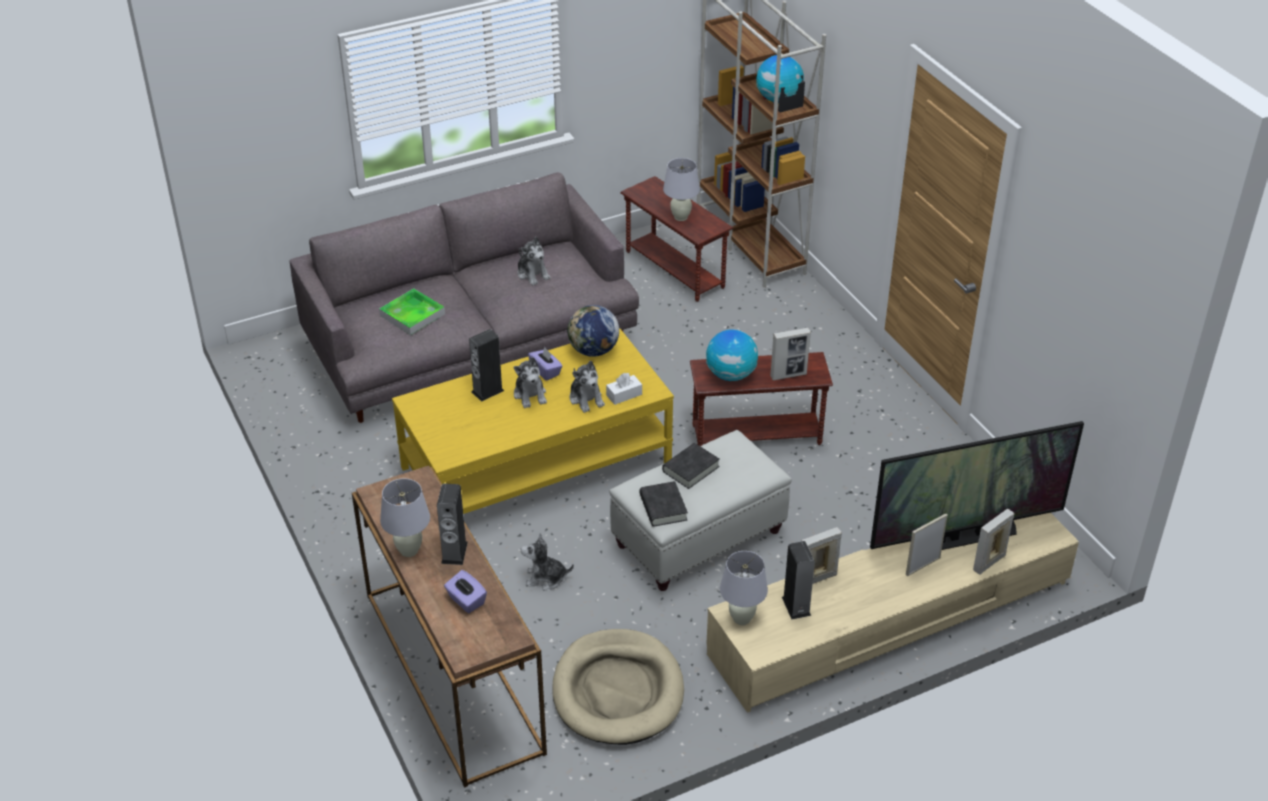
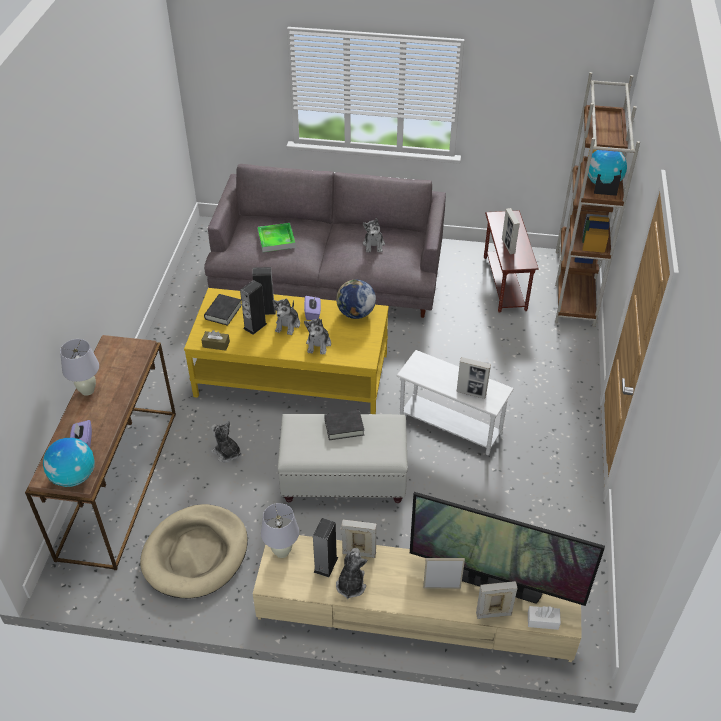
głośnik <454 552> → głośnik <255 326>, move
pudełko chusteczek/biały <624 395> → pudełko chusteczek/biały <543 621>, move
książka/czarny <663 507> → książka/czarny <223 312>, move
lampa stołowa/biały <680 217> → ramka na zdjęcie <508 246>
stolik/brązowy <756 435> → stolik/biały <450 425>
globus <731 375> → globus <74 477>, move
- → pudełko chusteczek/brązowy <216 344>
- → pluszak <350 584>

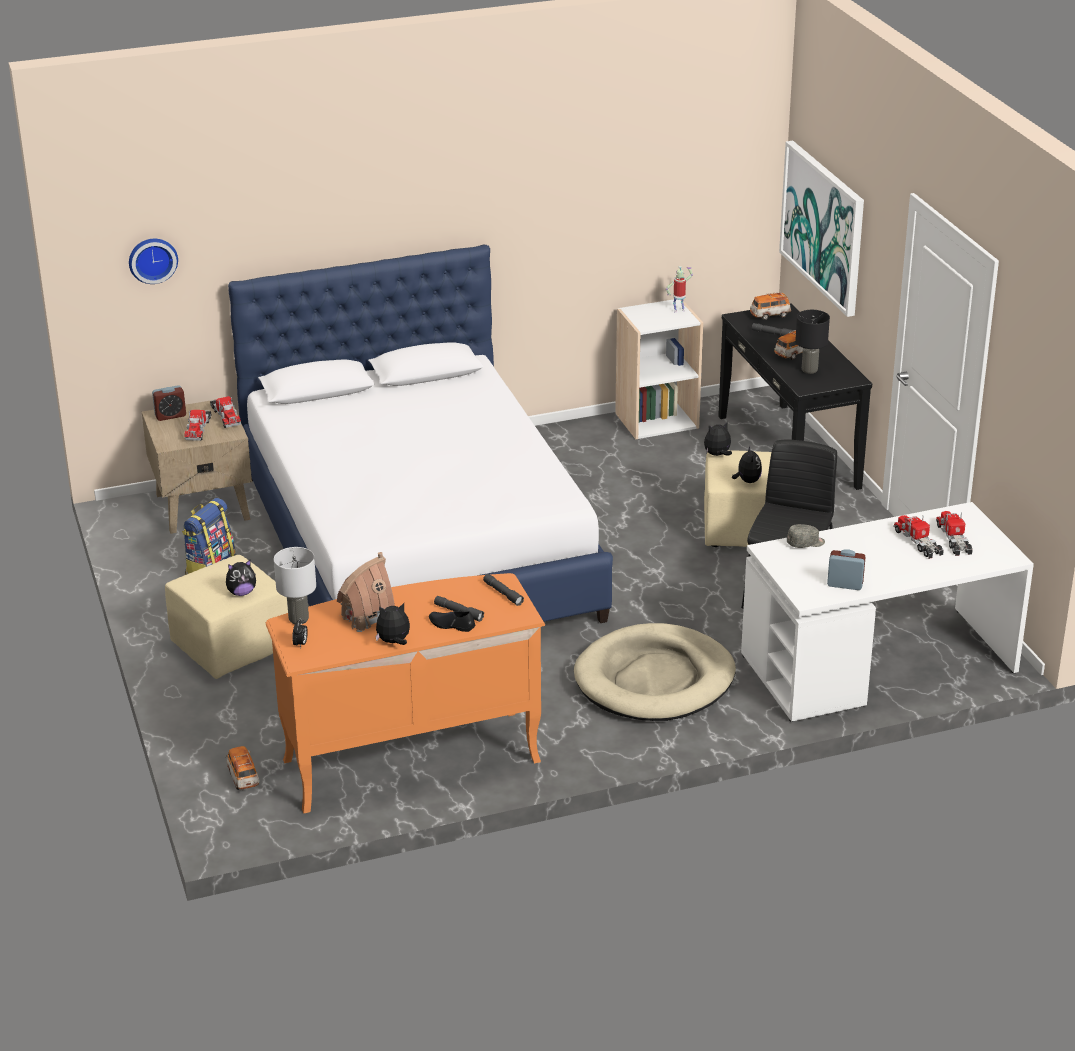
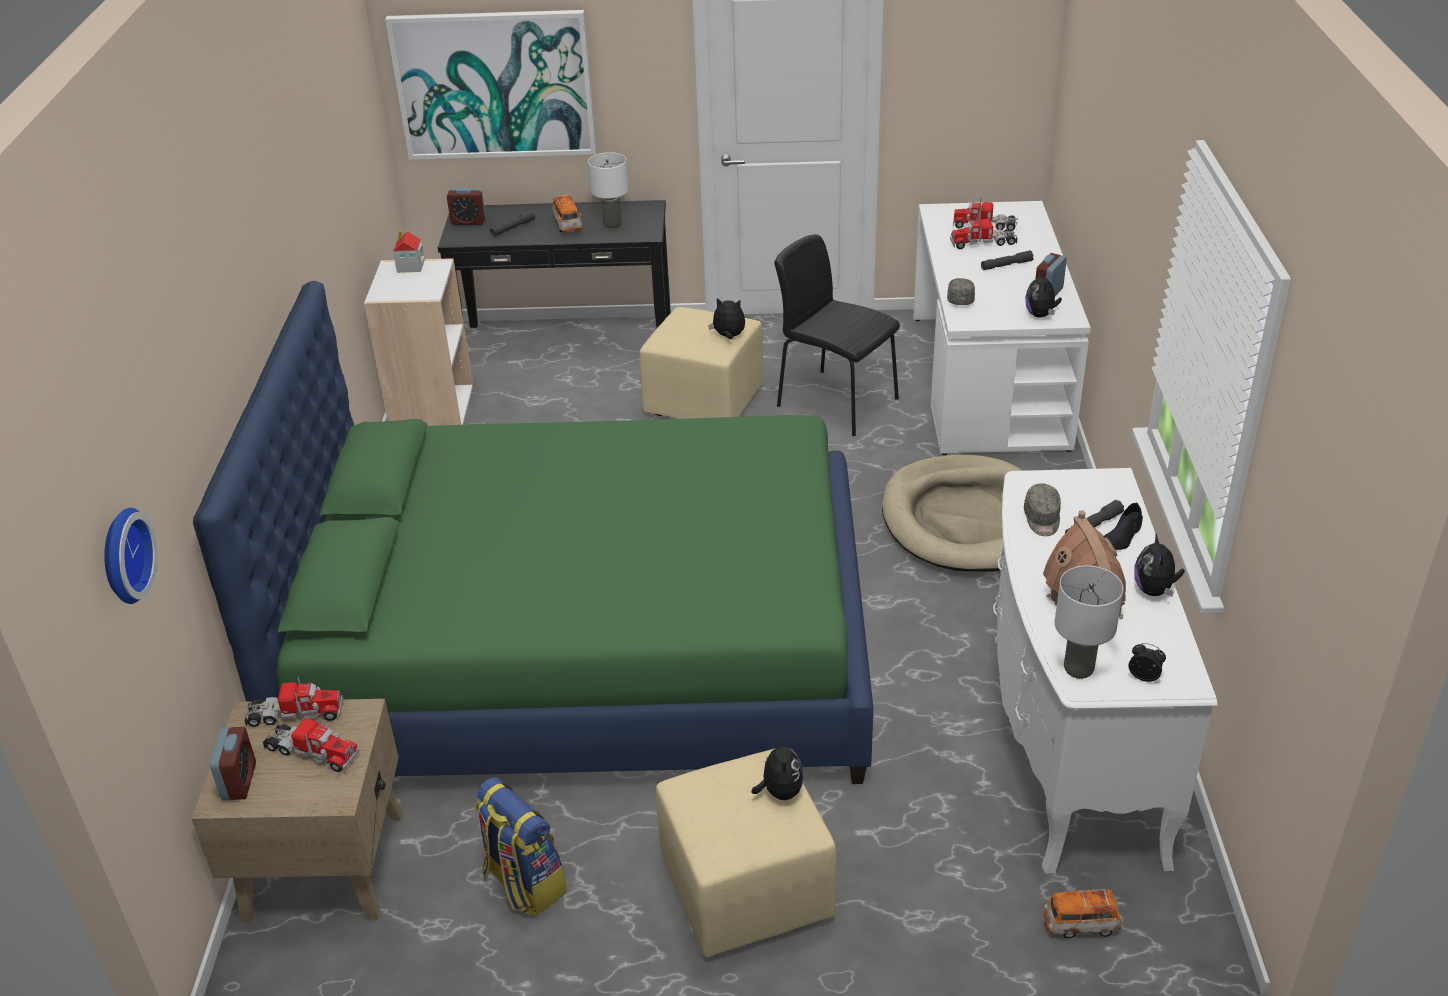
łóżko/biały <418 545> → łóżko/zielony <584 650>
komoda/pomarańczowy <409 757> → komoda/biały <1068 745>
latarka/szary <503 593> → latarka/szary <1006 265>, move
robot zabawkowy <679 310> → domek <410 266>
pluszak <717 455> → pluszak <1040 315>, move
samochodzik <770 315> → budzik <468 221>
lampa stołowa/czarny <809 370> → lampa stołowa/biały <611 225>
- → czapka z daszkiem/szary <1042 519>

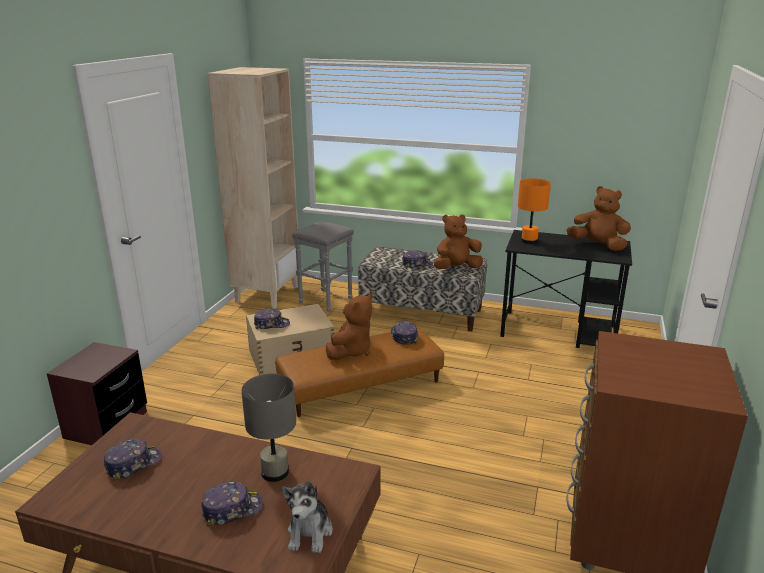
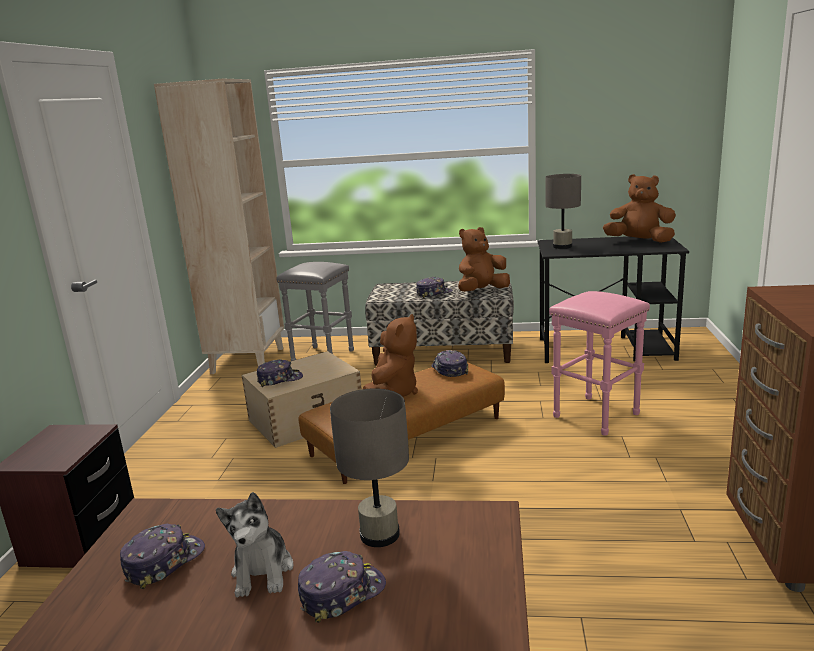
pluszak <310 532> → pluszak <263 571>, move
lampa stołowa/pomarańczowy <529 241> → lampa stołowa/szary <563 246>
- → stołek/różowy <594 415>

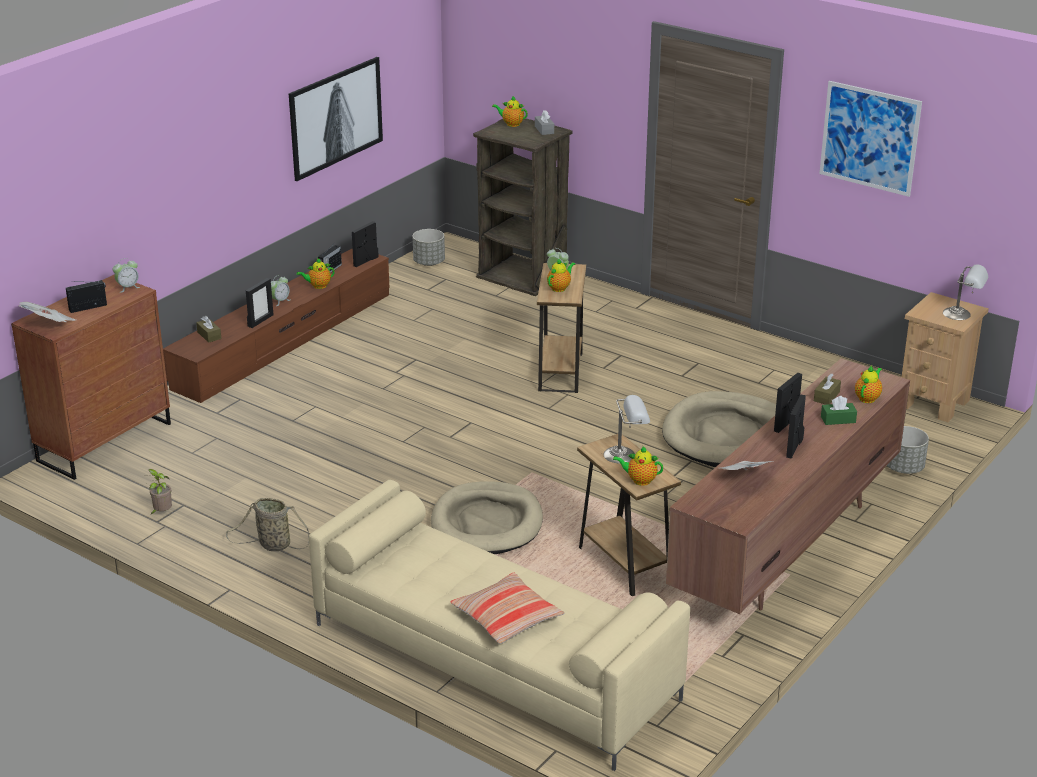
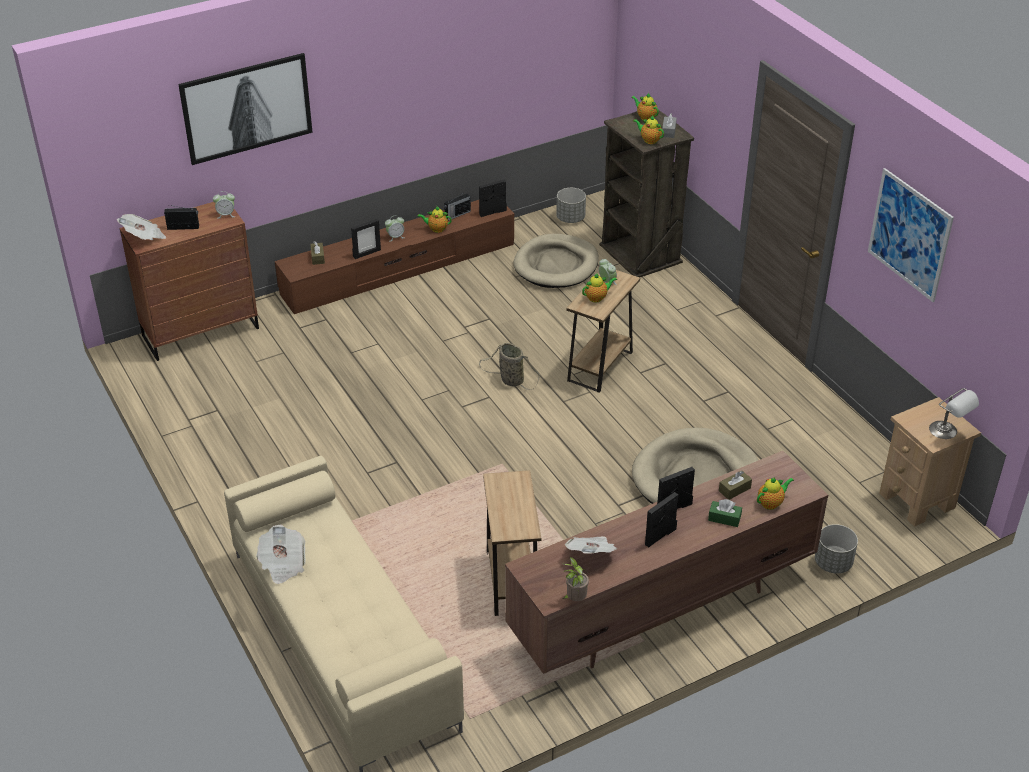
roślina doniczkowa <161 513> → roślina doniczkowa <575 599>, move
koszyk <272 545> → koszyk <510 380>, move
obraz <336 117> → obraz <247 108>, move
legowisko/beżowy <487 523> → legowisko/beżowy <556 265>, move
poduszka <507 617> → -
lampa stołowa/biały <625 454> → -
imbryk <639 480> → imbryk <649 140>, move
- → gazeta <282 564>

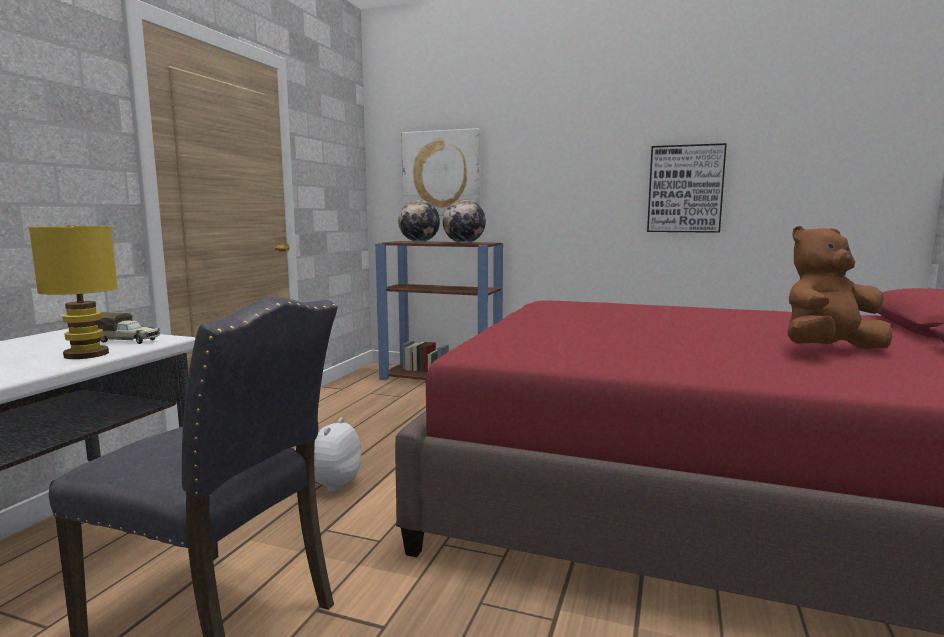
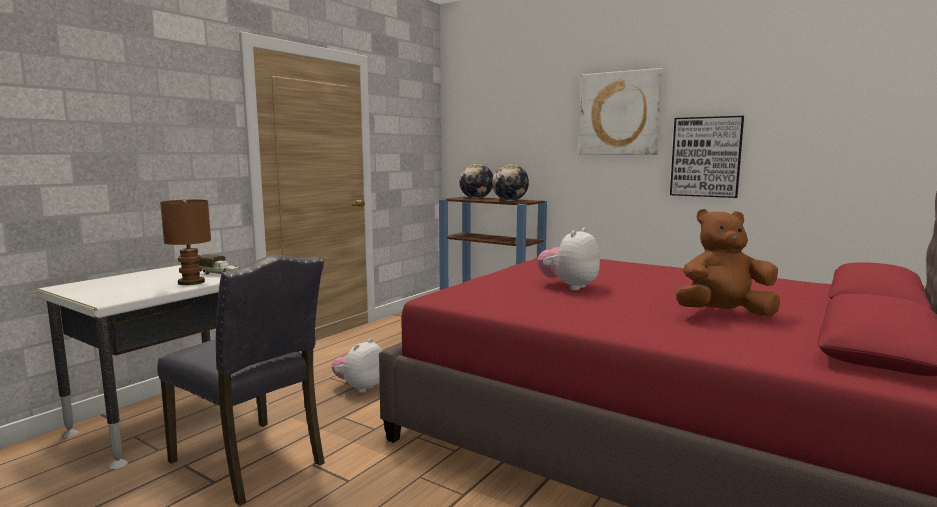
lampa stołowa/żółty <85 354> → lampa stołowa/brązowy <191 282>
obraz <441 173> → obraz <619 113>, move
- → pluszak <569 287>

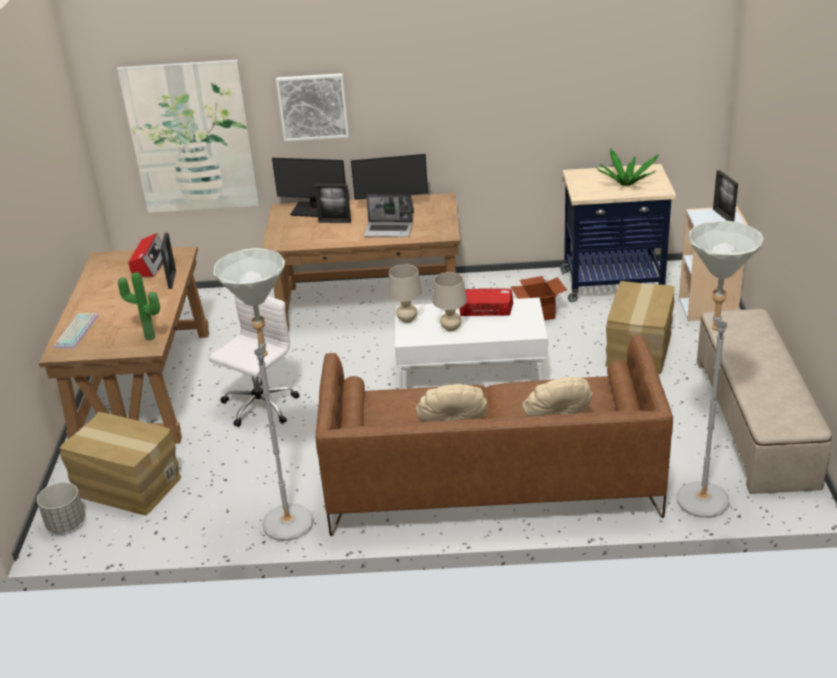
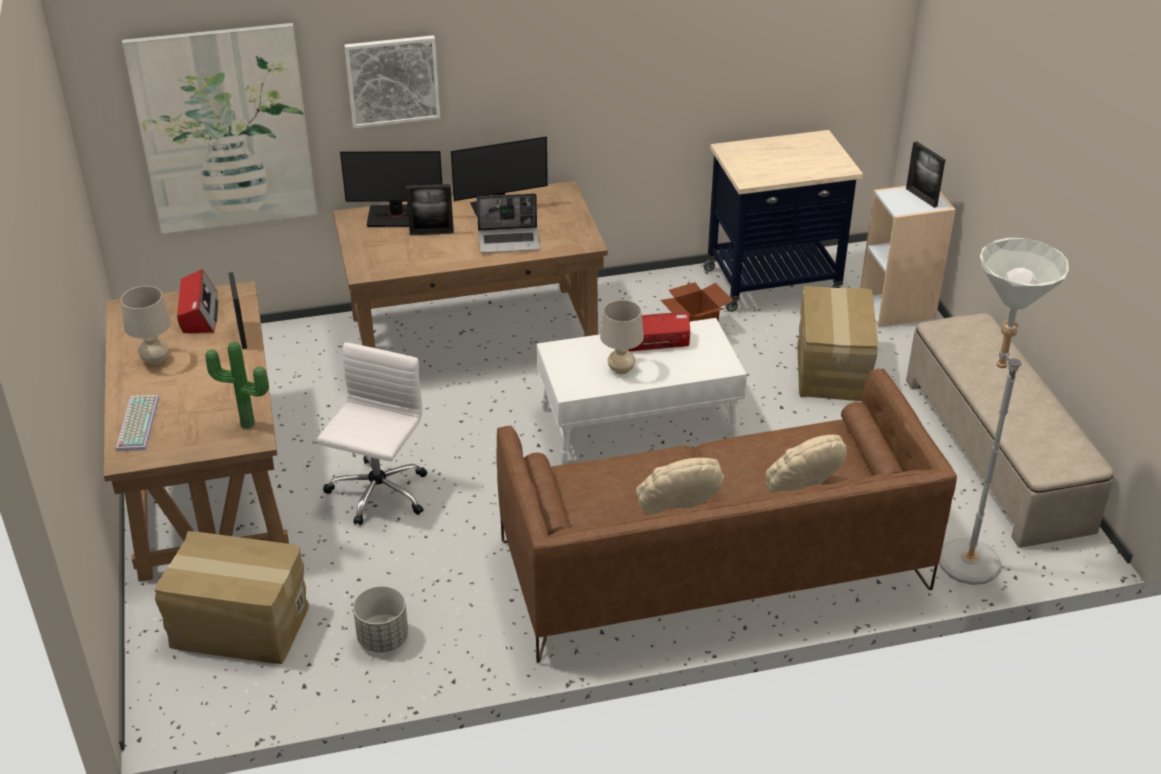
donica/szary <65 523> → donica/szary <382 638>, move
lampa stojąca/szary <289 516> → -
lampa stołowa/beżowy <407 319> → lampa stołowa/beżowy <155 360>, move
roślina doniczkowa <626 184> → -

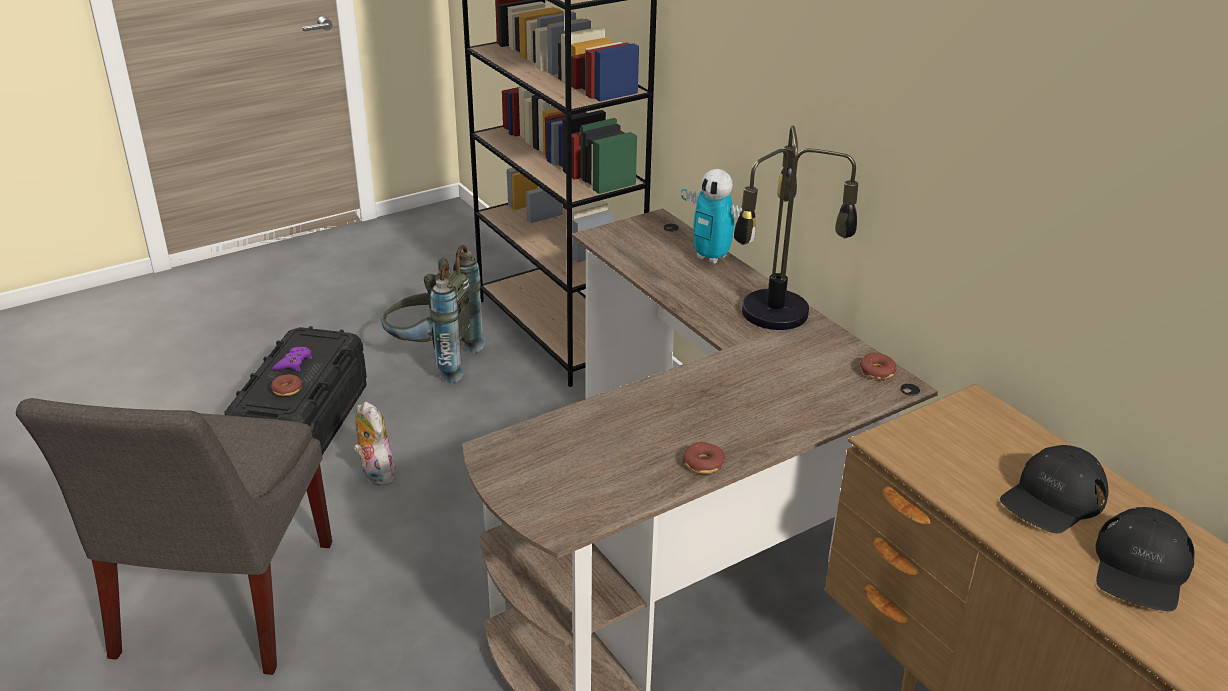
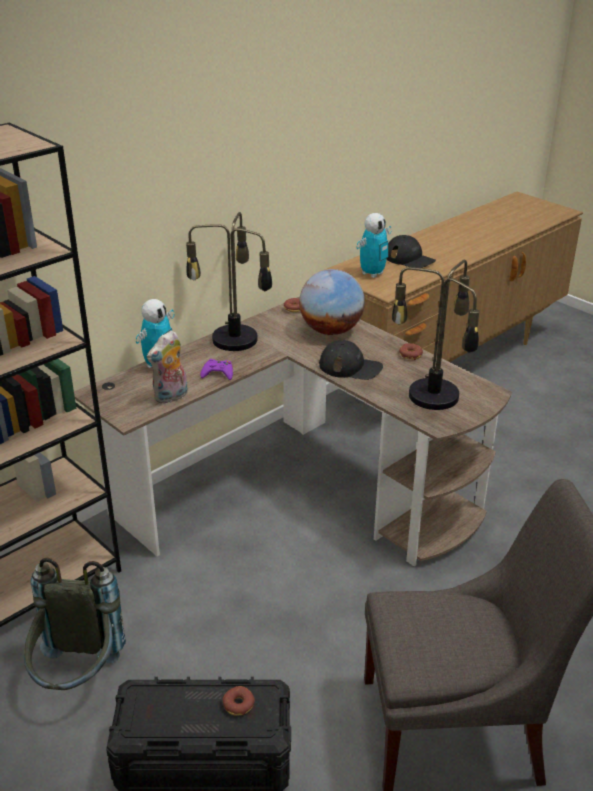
pad do gier/fioletowy <294 363> → pad do gier/fioletowy <218 373>, move
pluszak <375 473> → pluszak <171 397>, move
czapka z daszkiem/czarny <1140 569> → czapka z daszkiem/czarny <350 367>, move
- → globus <330 330>
- → robot zabawkowy <372 274>
- → lampa stołowa <434 395>

